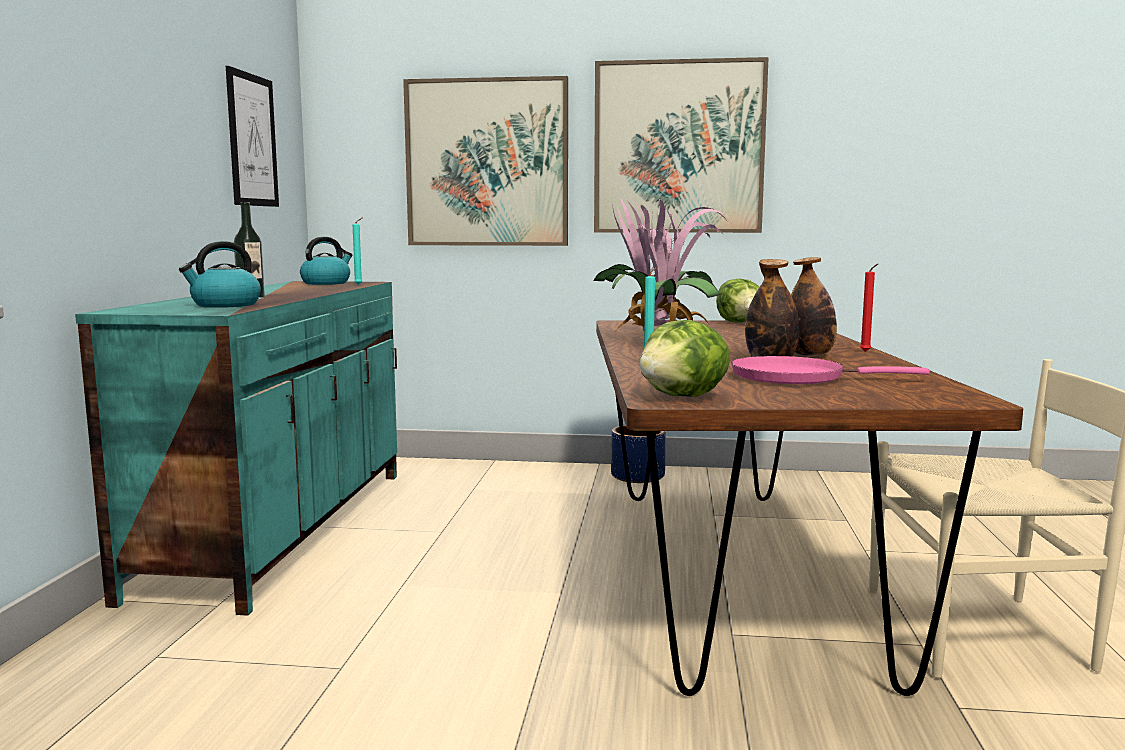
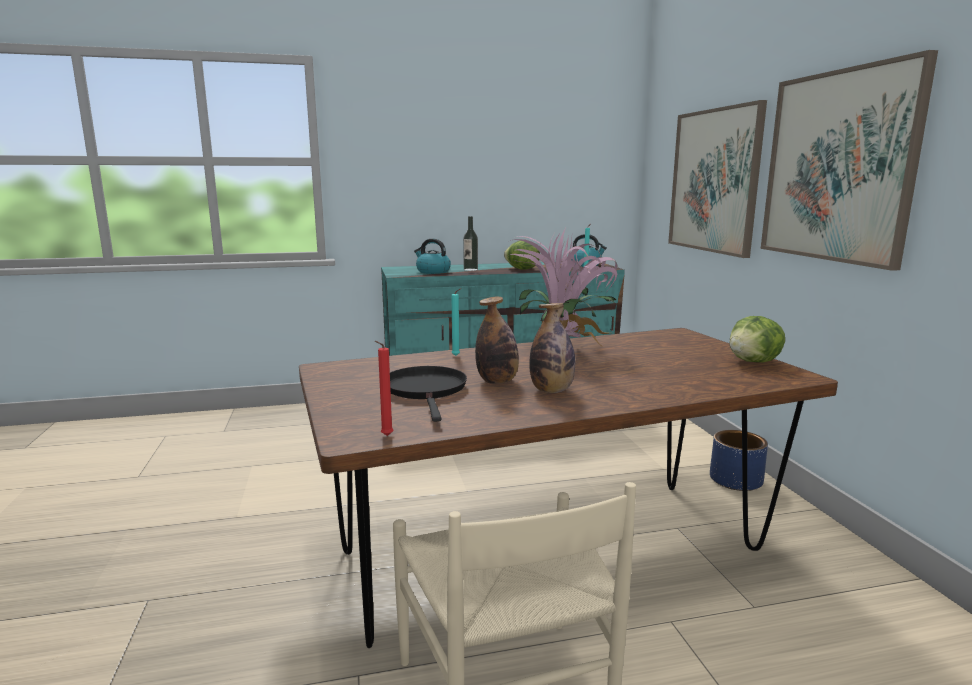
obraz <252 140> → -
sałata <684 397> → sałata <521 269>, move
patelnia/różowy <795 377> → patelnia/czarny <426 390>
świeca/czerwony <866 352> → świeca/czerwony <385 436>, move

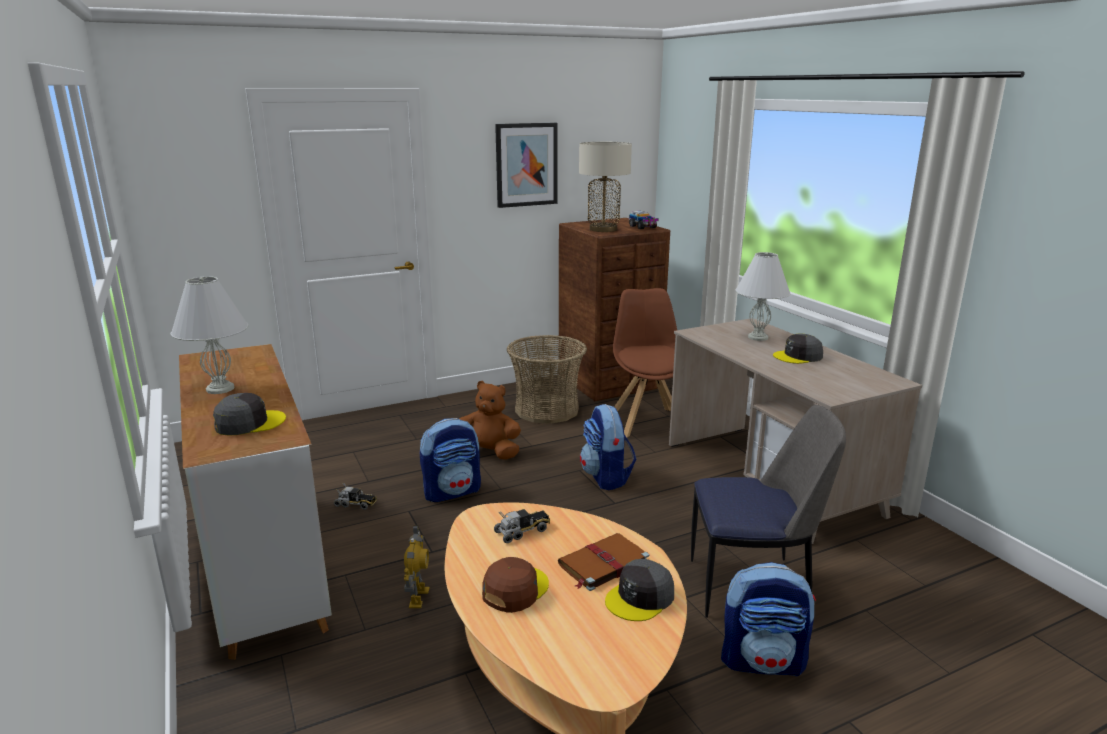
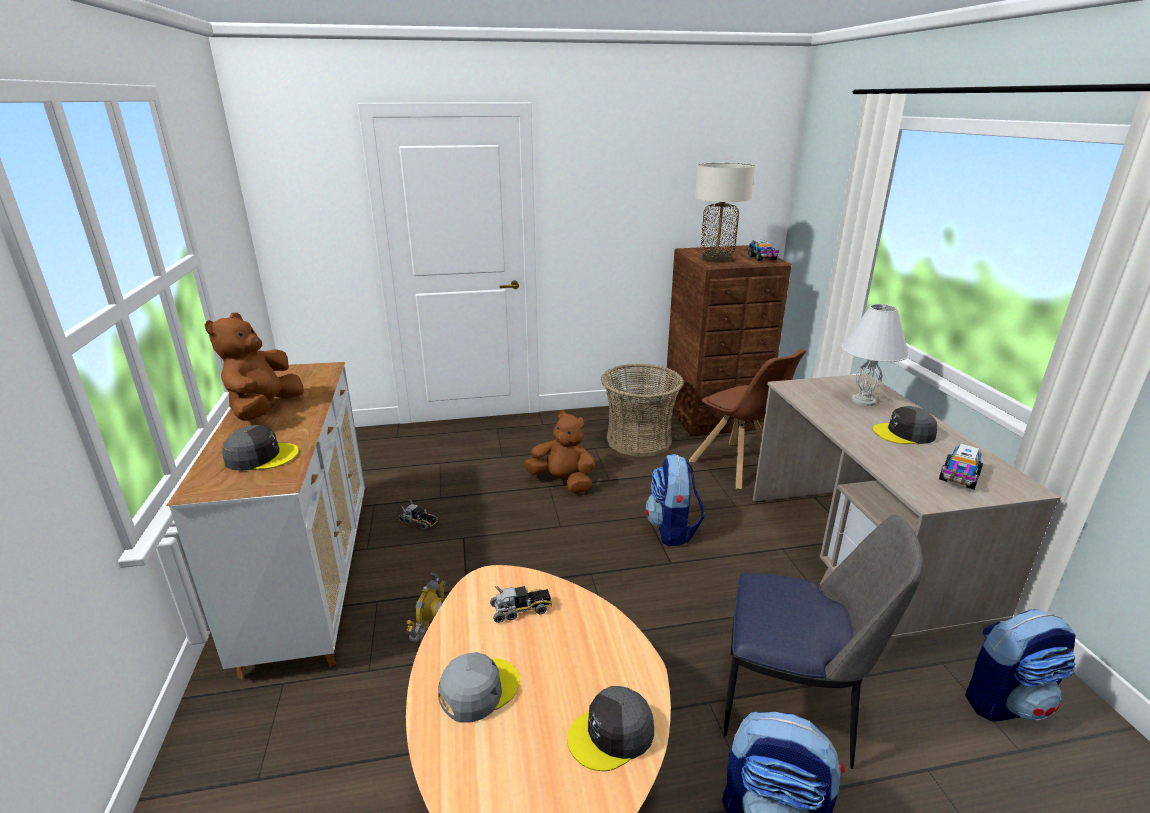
lampa stołowa/biały <220 388> → pluszak/brązowy <265 410>
plecak <452 492> → plecak <1005 701>, move
czapka z daszkiem/brązowy <515 589> → czapka z daszkiem/szary <478 689>
obraz <526 165> → -
książka/brązowy <602 564> → -
krzesło/brązowy <646 421> → krzesło/brązowy <738 466>, 135 degrees clockwise
- → ciężarówka zabawkowa <959 477>

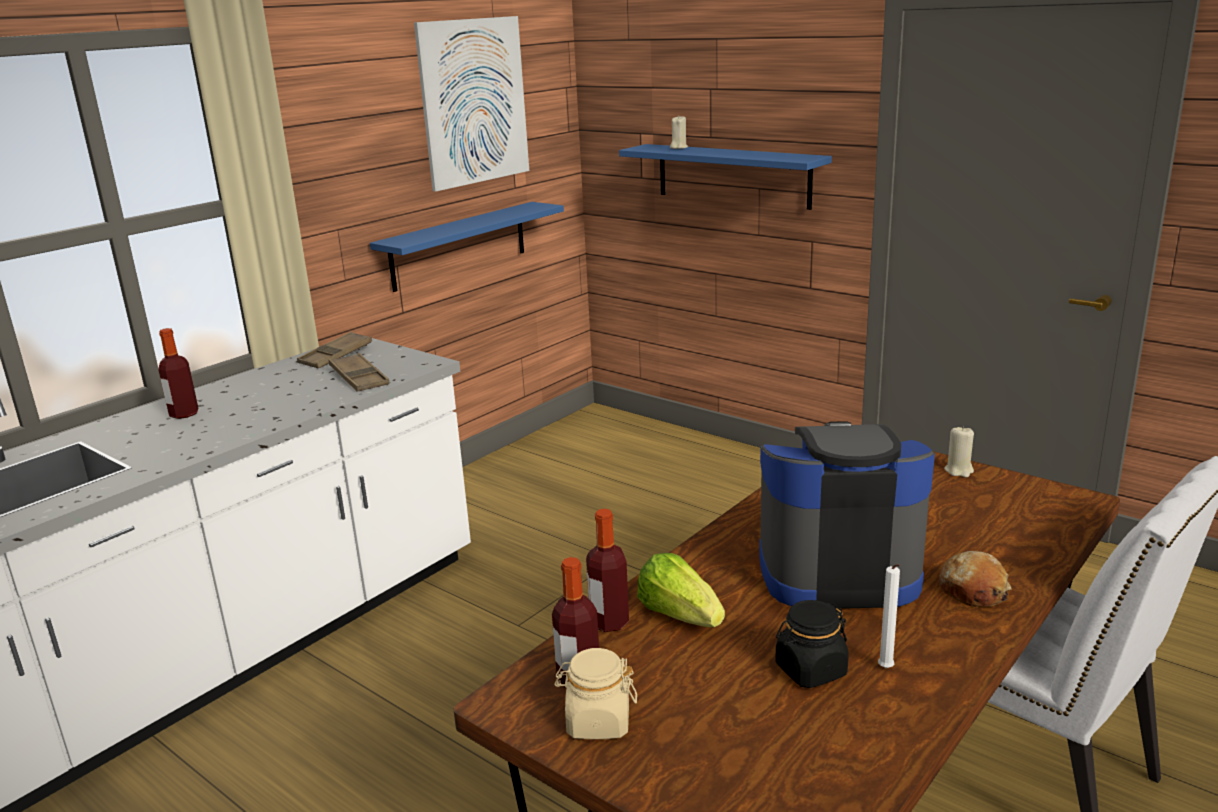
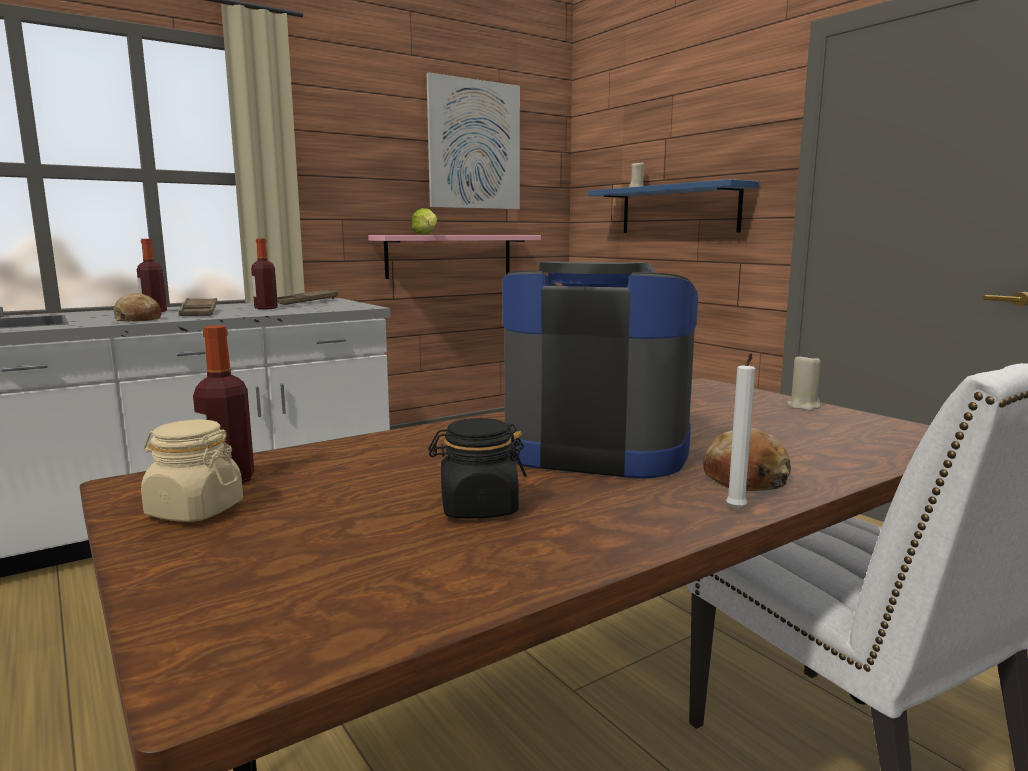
taca/brązowy <359 378> → taca/brązowy <199 312>, move
półka/niebieski <459 245> → półka/różowy <450 255>
butelka <609 622> → butelka <266 308>, move
sałata <679 615> → sałata <426 234>, move
świeca/biały <886 670> → świeca/biały <736 511>, move
- → chleb <138 319>

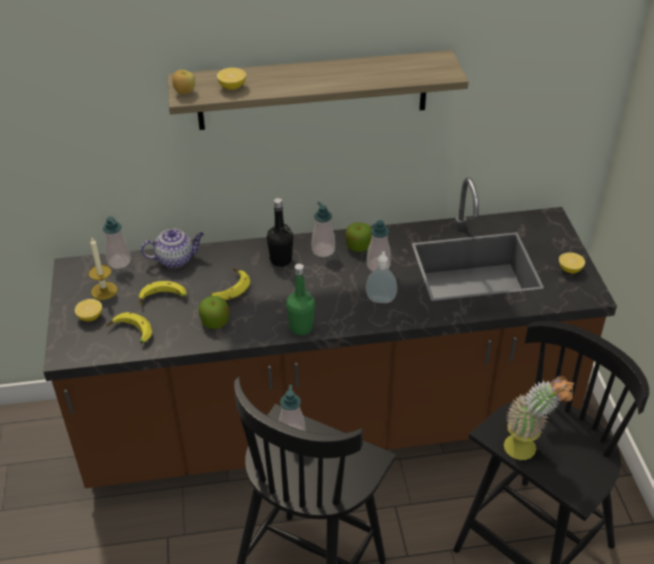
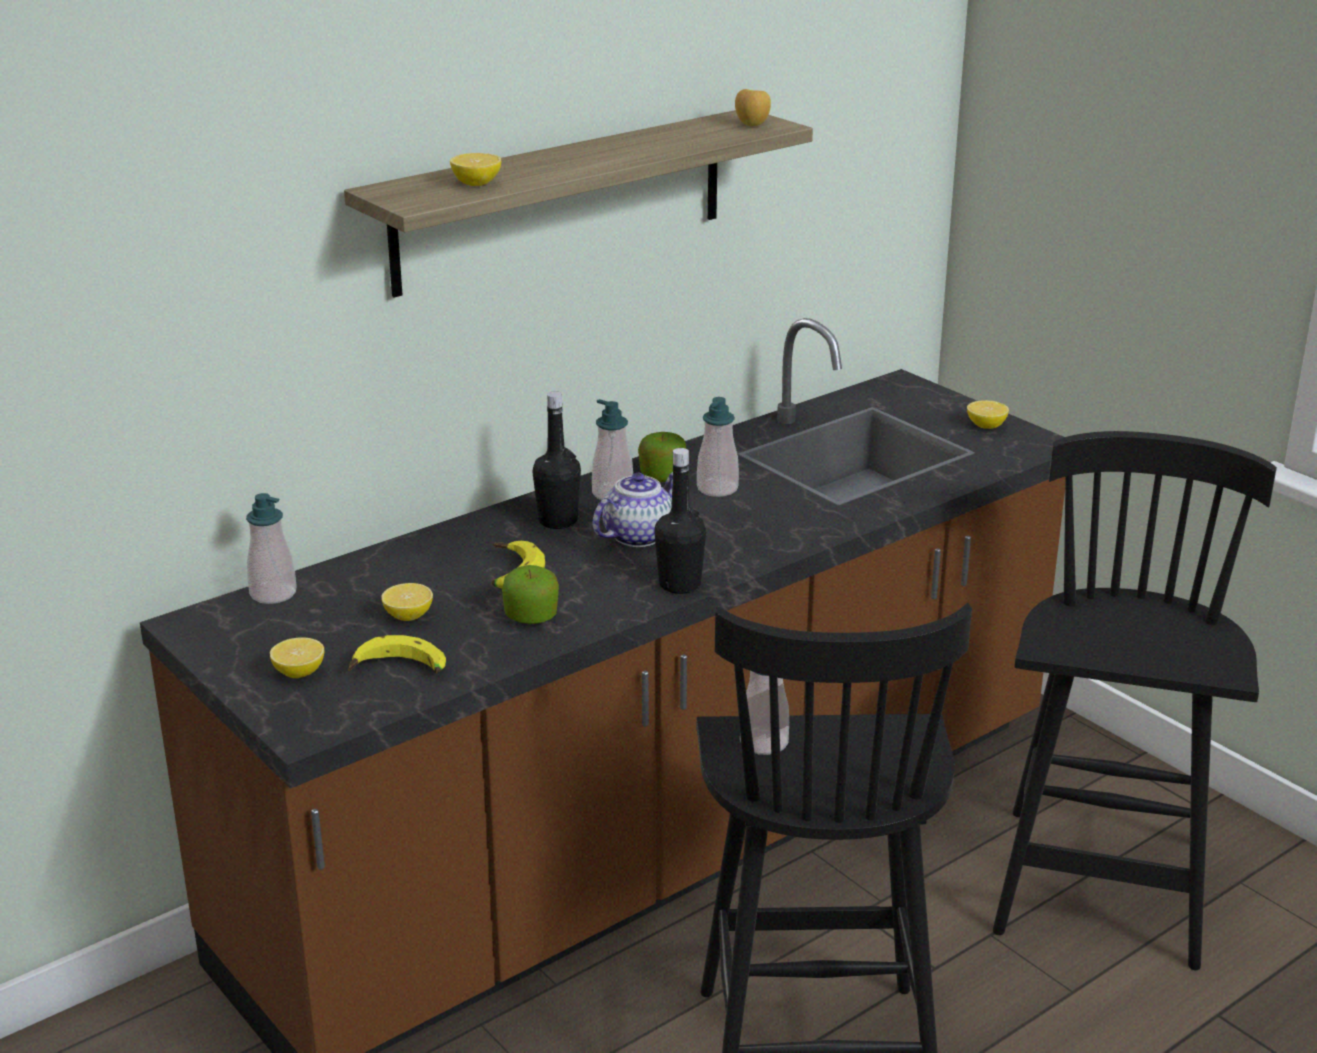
świeca <104 291> → -
banan <163 299> → cytryna <408 616>
imbryk <176 259> → imbryk <638 535>, move
jabłko <184 92> → jabłko <752 125>, move
butelka/zielony <301 327> → butelka/czarny <679 584>
dozownik mydła <381 299> → -
roślina doniczkowa <528 450> → -

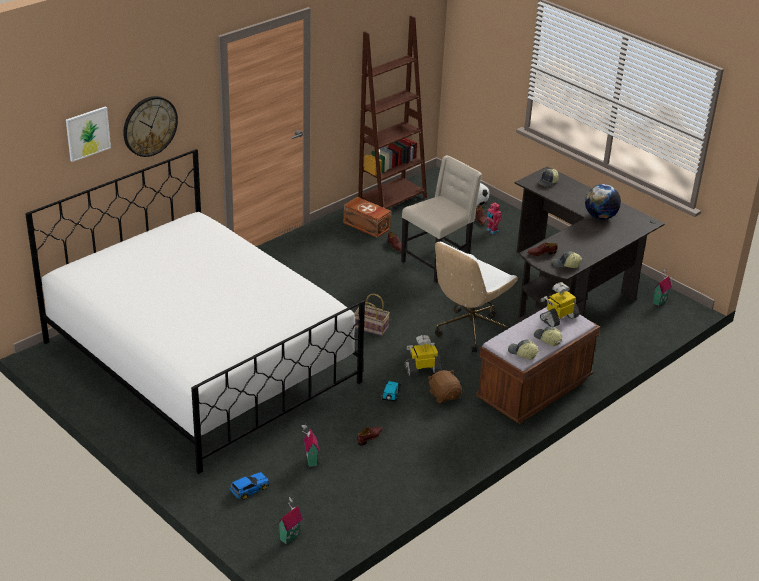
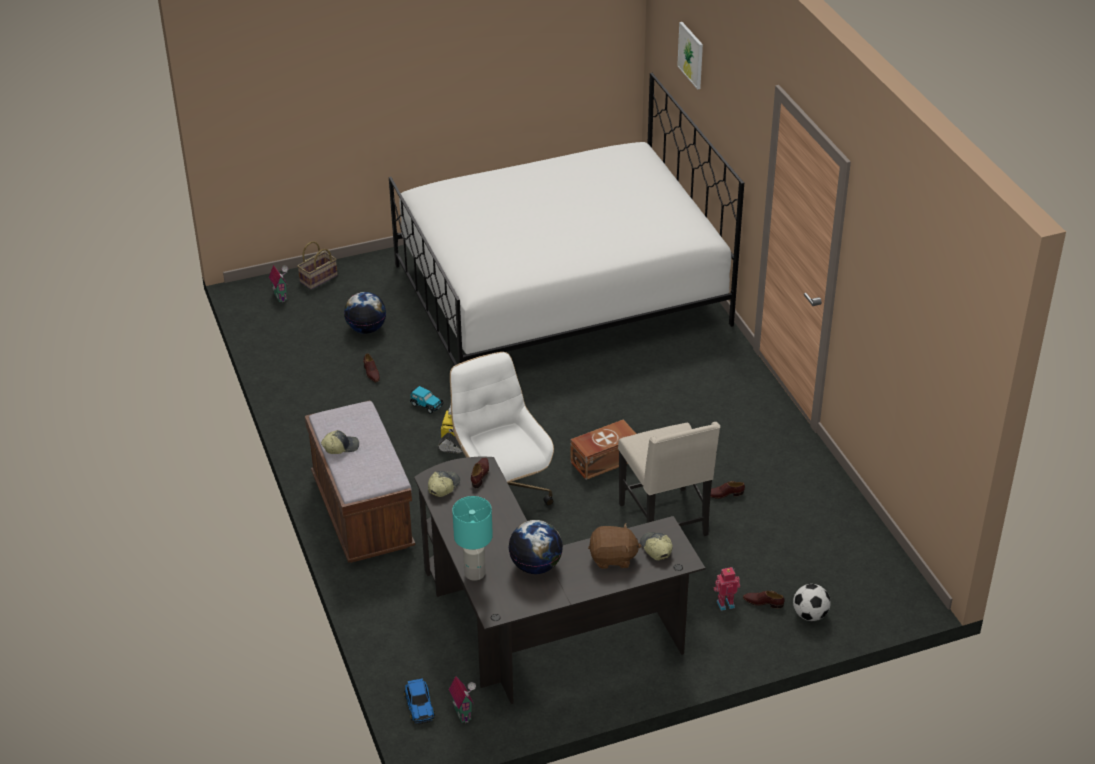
zegar ścienny <149 126> → -
samochodzik <249 489> → samochodzik <420 705>, move
domek <310 460> → globus <366 329>
pojemnik do przechowywania/brązowy <366 226> → pojemnik do przechowywania/brązowy <603 460>, move
koszyk <372 327> → koszyk <318 279>, move
regał/brązowy <392 200> → -
pluszak/brązowy <444 395> → pluszak/brązowy <613 558>, move
czapka z daszkiem <522 353> → -
robot zabawkowy <558 318> → -
- → lampa stołowa/turkusowy <475 573>

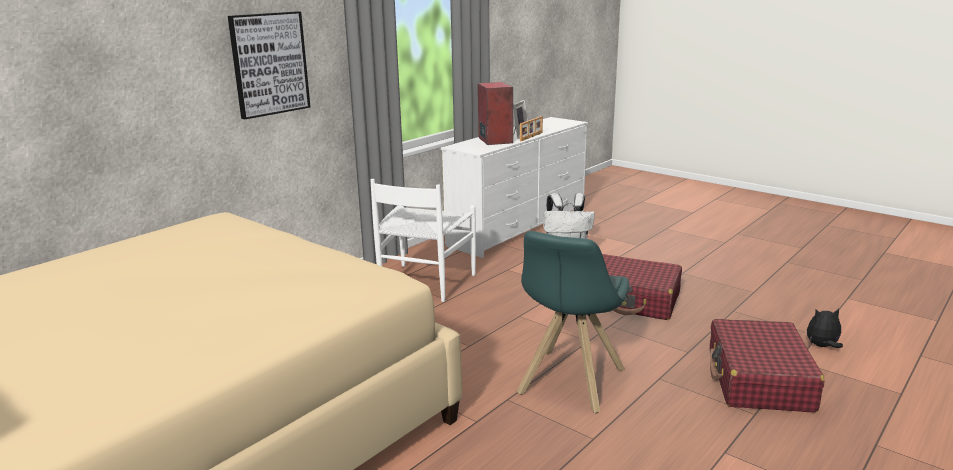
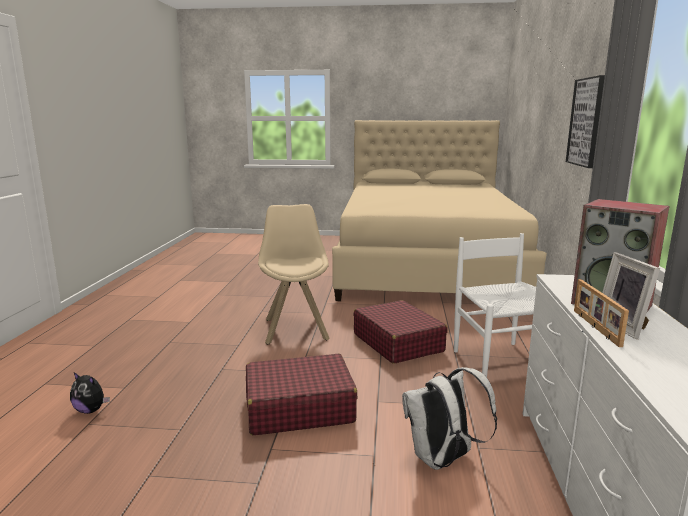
krzesło/turkusowy <570 381> → krzesło/beżowy <295 329>
walizka/czerwony <759 380> → walizka/czerwony <397 342>, move
pluszak <822 346> → pluszak <91 410>, 60 degrees clockwise

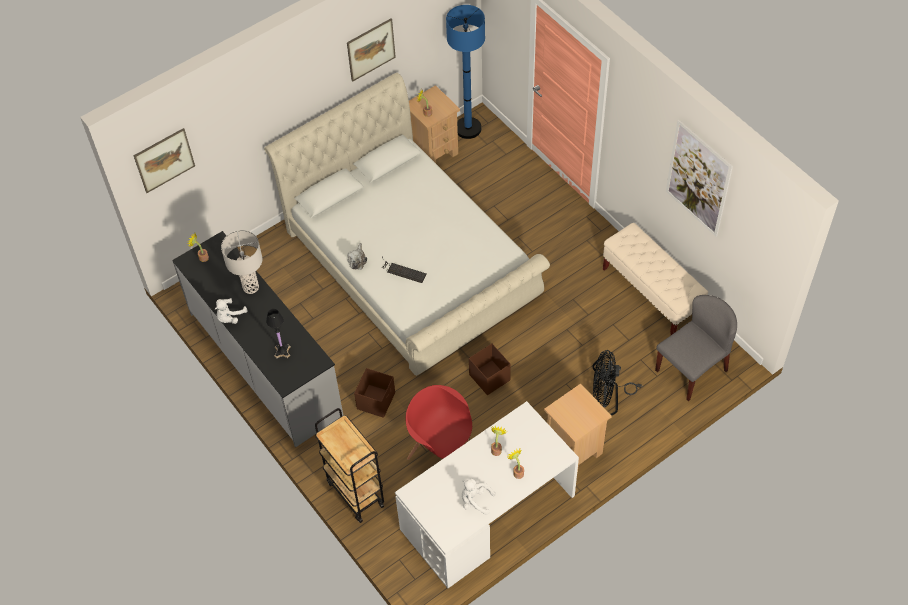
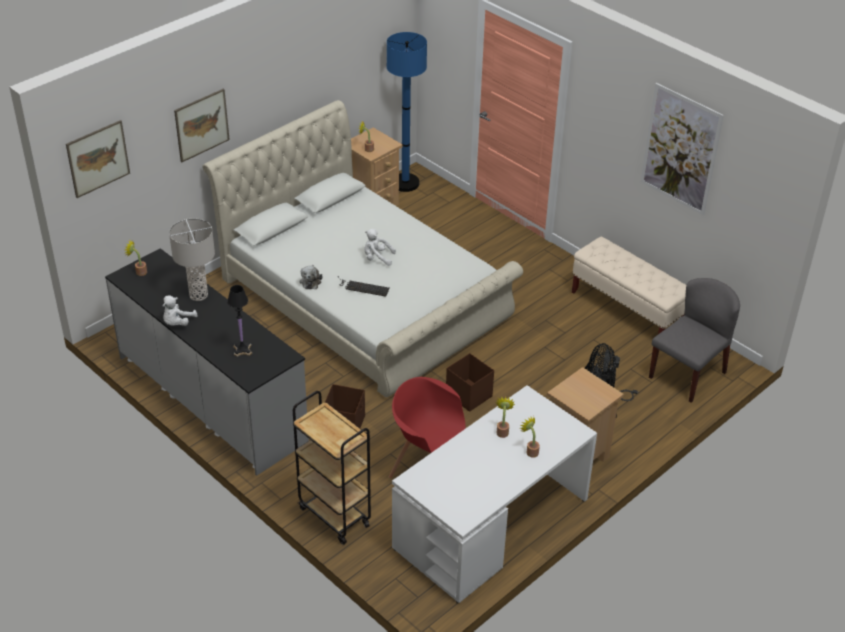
obraz <371 49> → obraz <202 125>, move
pluszak/biały <475 501> → pluszak/biały <377 258>, move

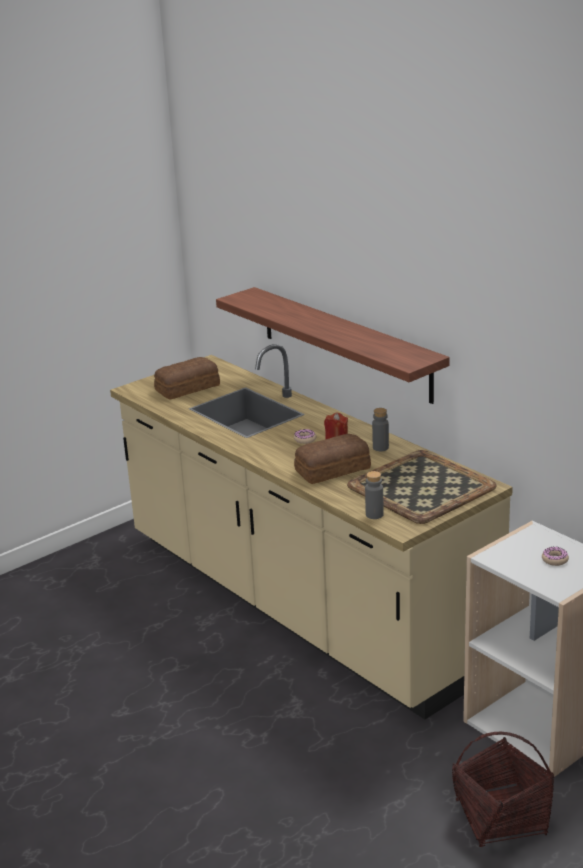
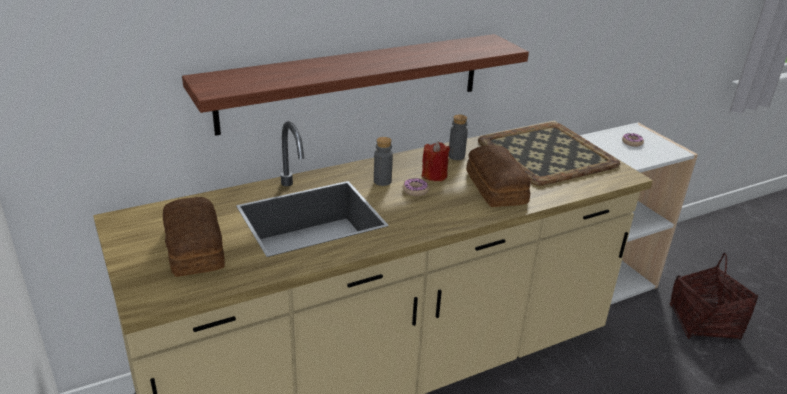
butelka/szary <374 515> → butelka/szary <382 181>, move

